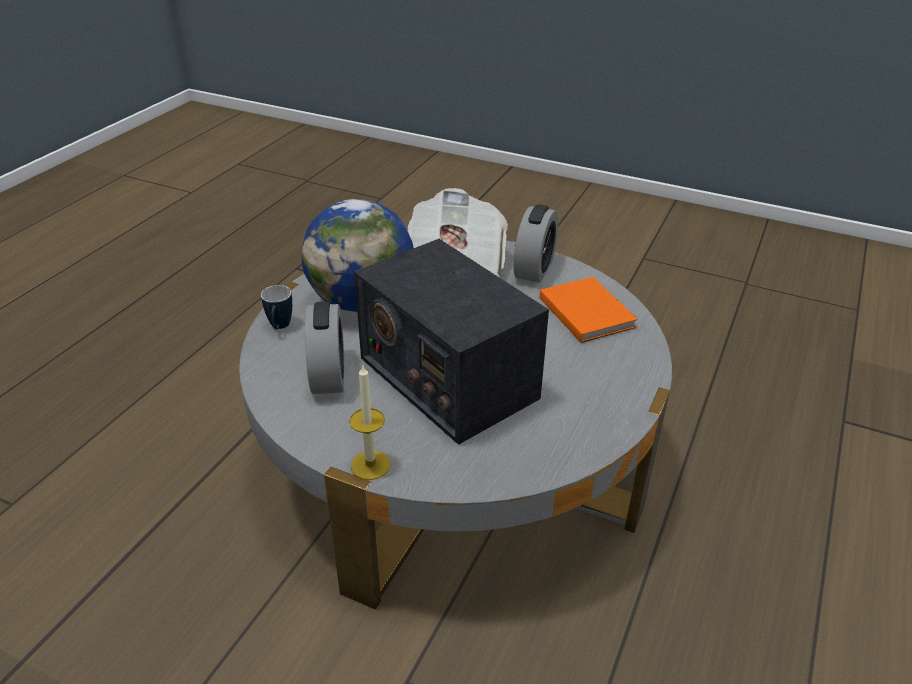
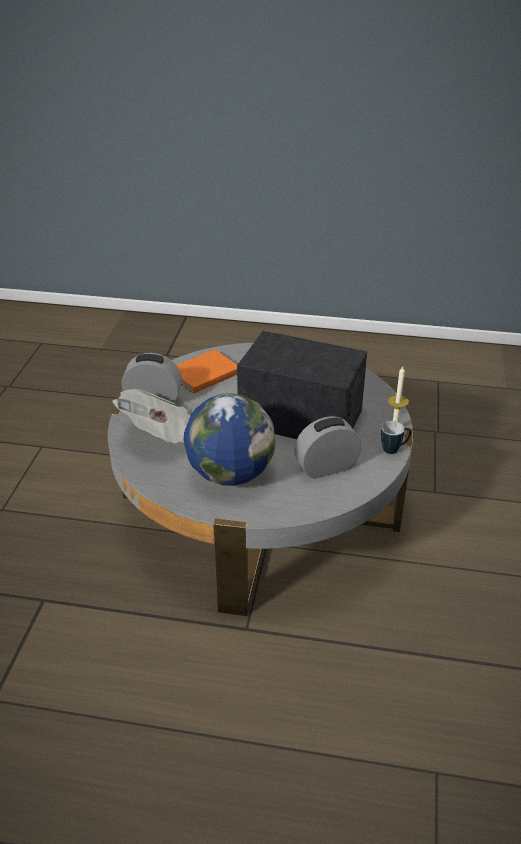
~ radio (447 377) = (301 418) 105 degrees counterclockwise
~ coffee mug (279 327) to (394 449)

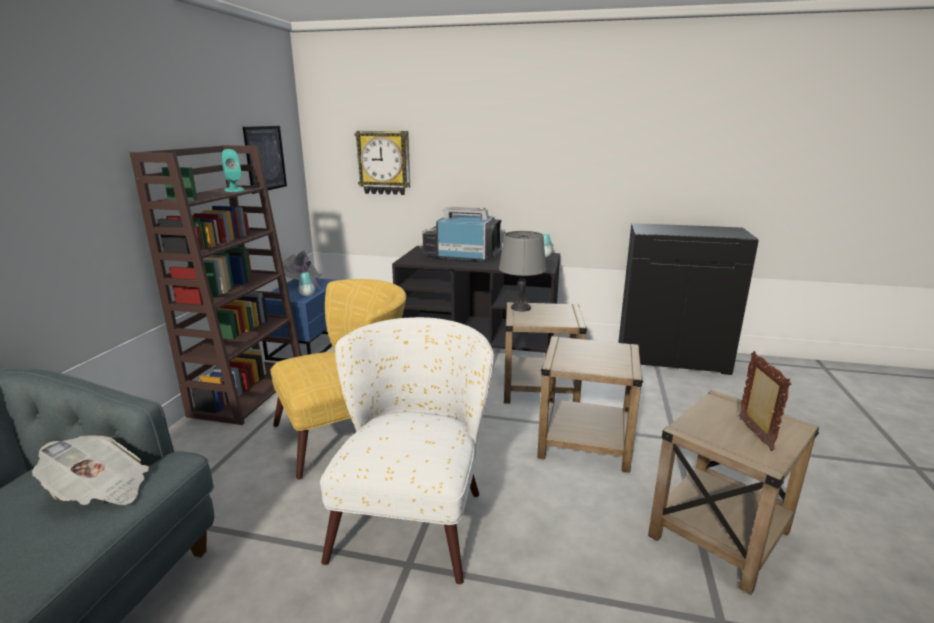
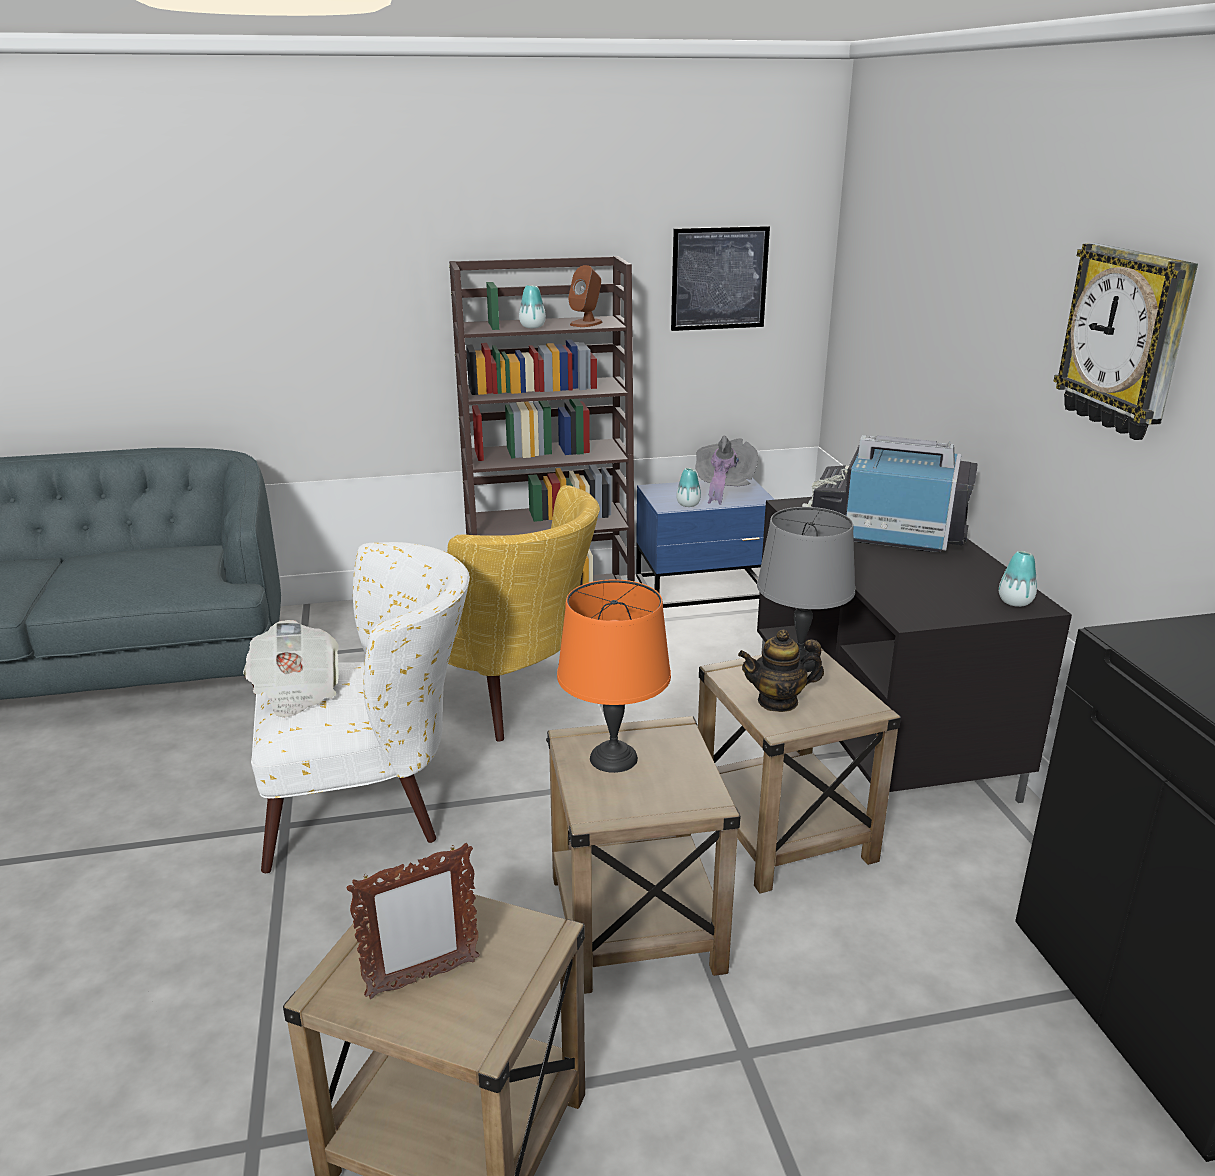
~ daily paper (100 491) to (295 691)
+ vase (532 327)
+ lamp for a table/orange-coloured (614 758)
~ audio speaker/blue-green (234 190) to audio speaker/brown (586 323)
+ pot for tea (778 701)
~ TV set (461 256) = (886 535) 60 degrees counterclockwise
~ wall clock (384 163) to (1125 340)

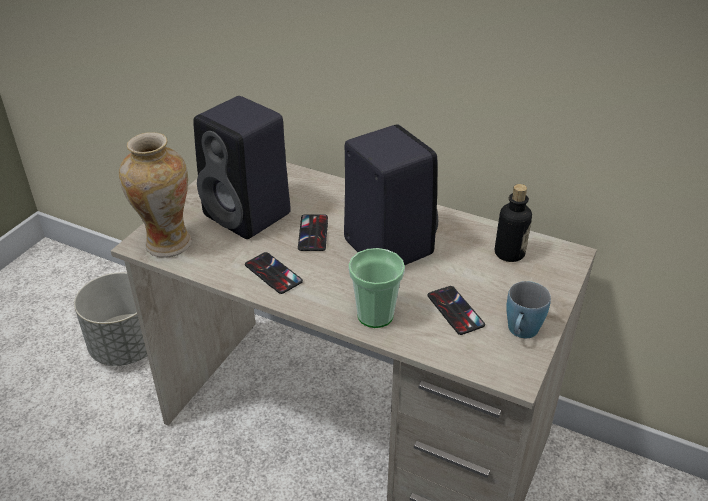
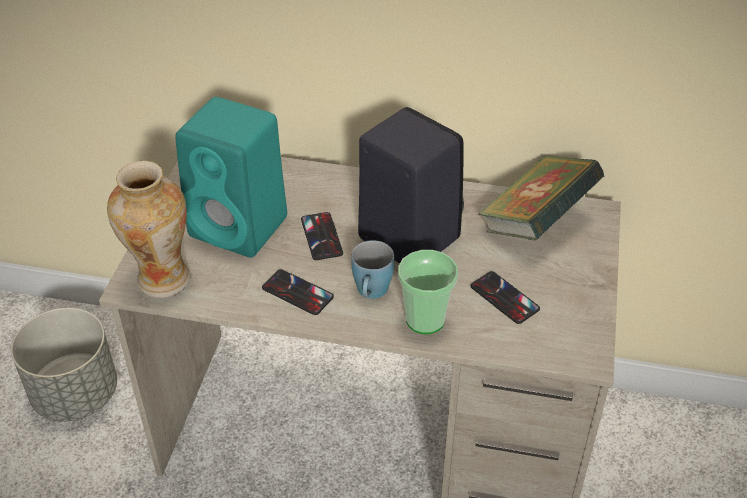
~ audio speaker/black (249 215) to audio speaker/blue-green (242 227)
~ coffee mug/blue (521 333) to (371 293)
~ bottle (509 253) to volume (536 222)

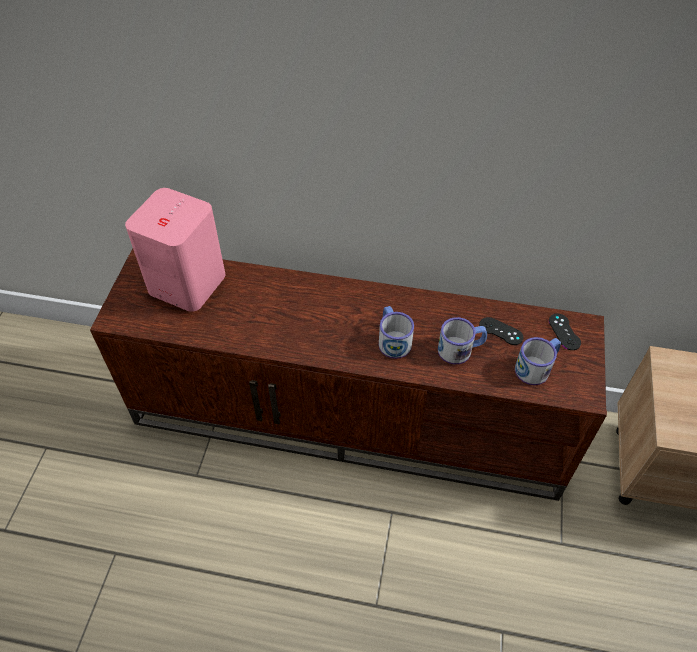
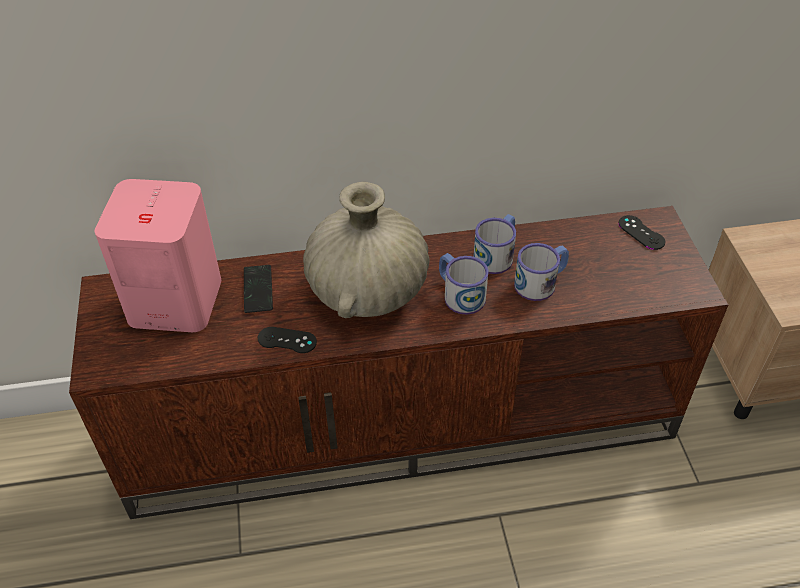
+ phone (258 290)
~ gamepad/black (501 331) to (287 340)
+ vase/sand-coloured (367 290)
~ coffee mug (536 367) to (496 255)

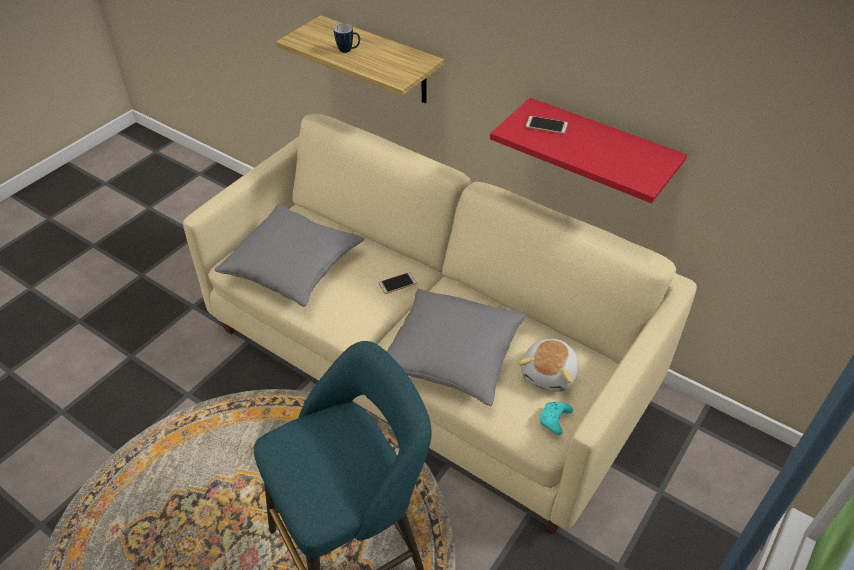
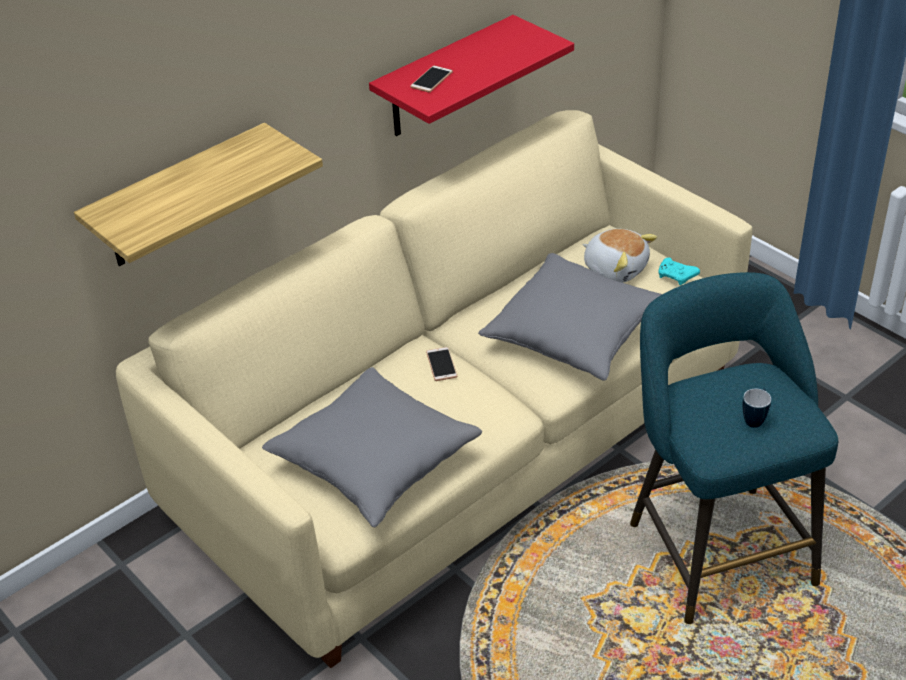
~ coffee mug (348 51) to (755 419)

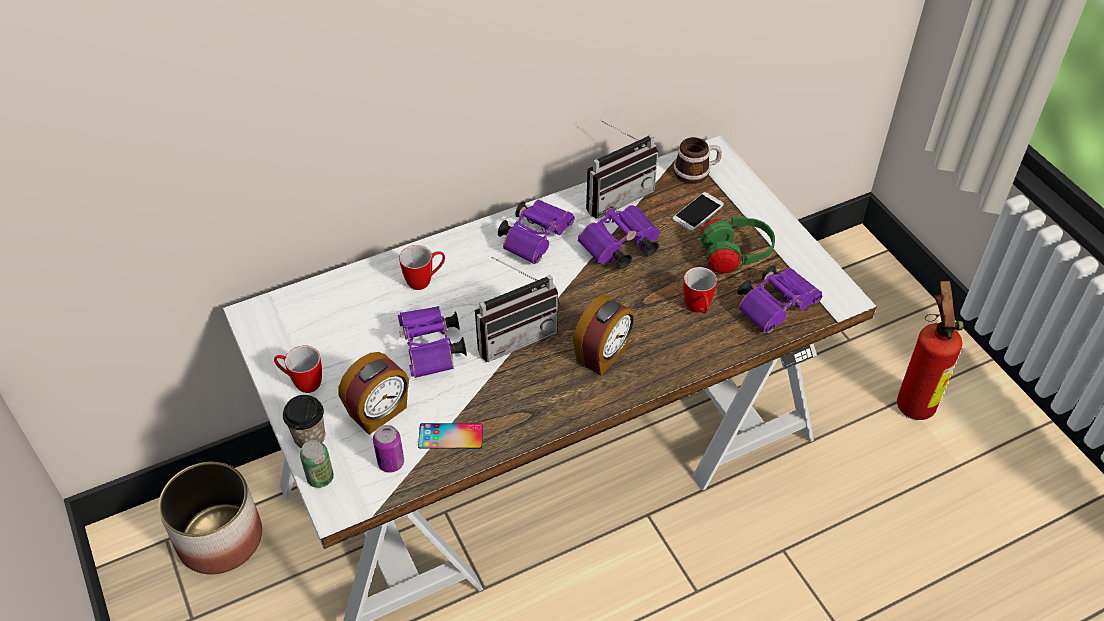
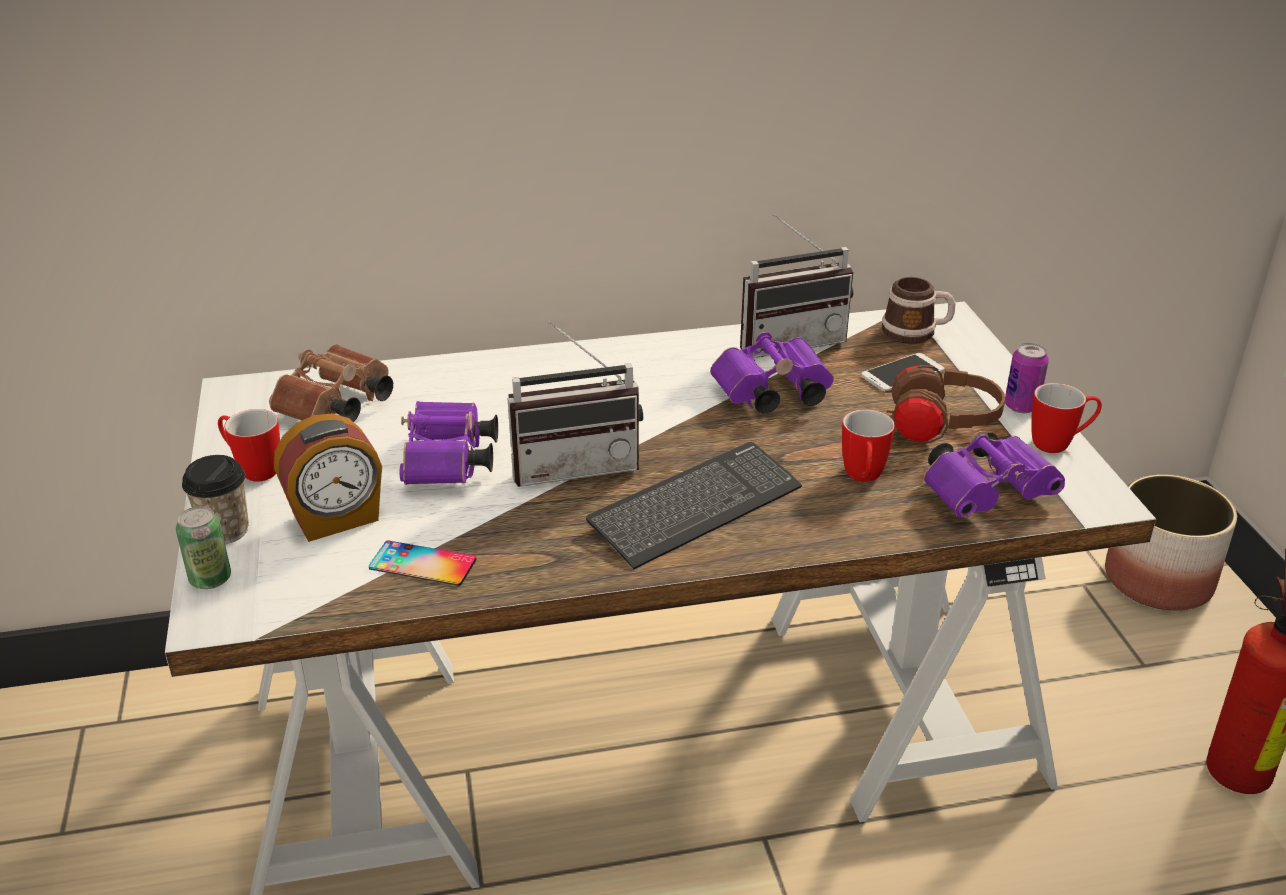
+ binoculars/brown (335 408)
~ bedside clock (603 355) to PC keyboard (695 507)
~ headphones/green-coloured (734 257) to headphones/brown (940 428)
~ metal can (391 463) to (1021 406)
~ coffee mug (425 280) to (1059 444)
~ plant pot (219 538) to (1157 579)
- binoculars/purple-coloured (536 238)

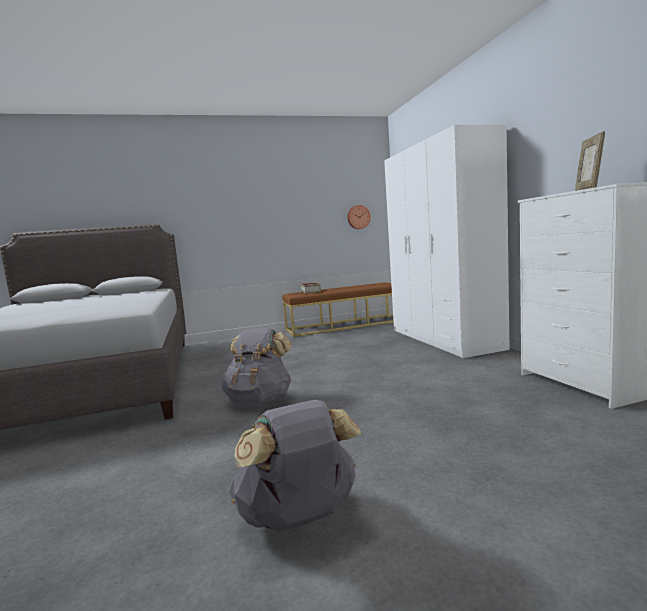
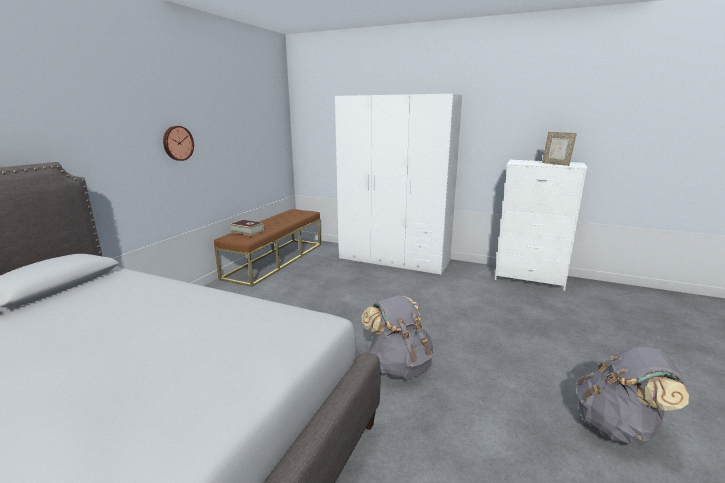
~ wall clock (358 217) to (177 143)

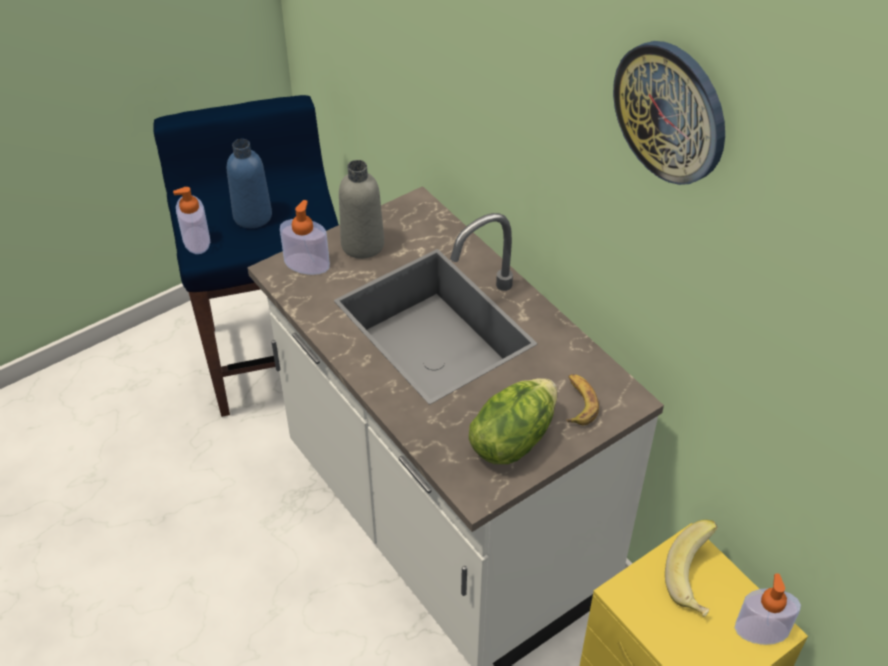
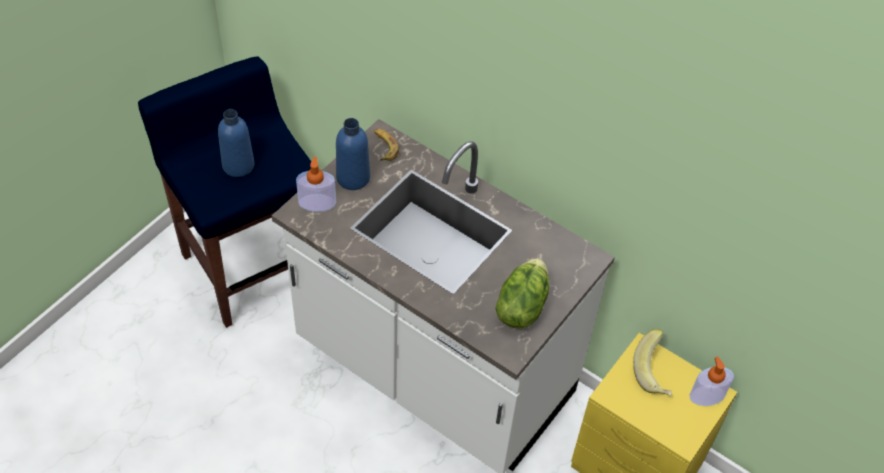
~ bottle/greyish (362 244) to bottle/blue (353 178)
~ banana fruit (578 402) to (384 147)
- liquid soap bottle (196 240)
- wall clock (671 112)

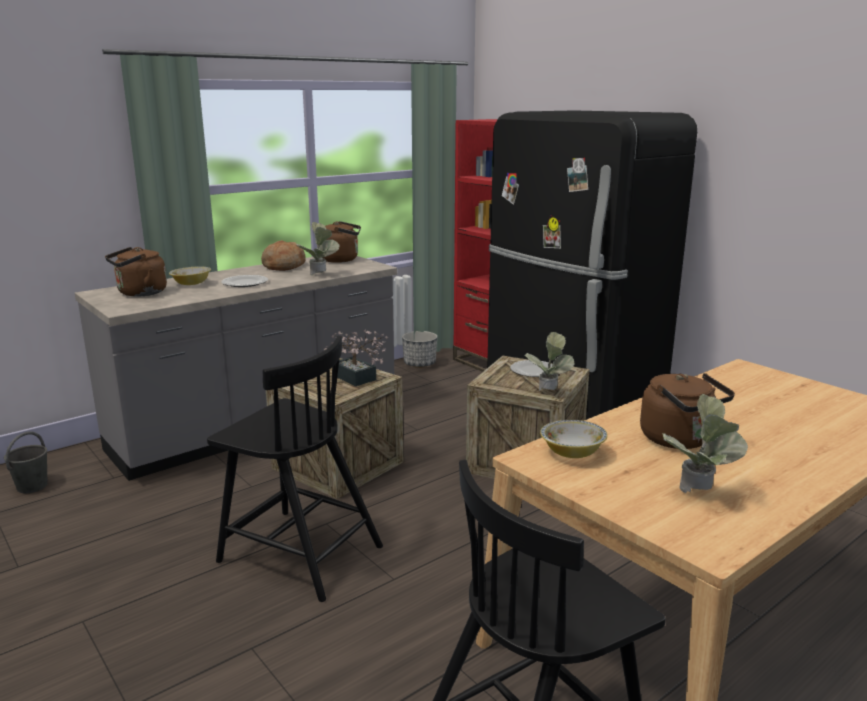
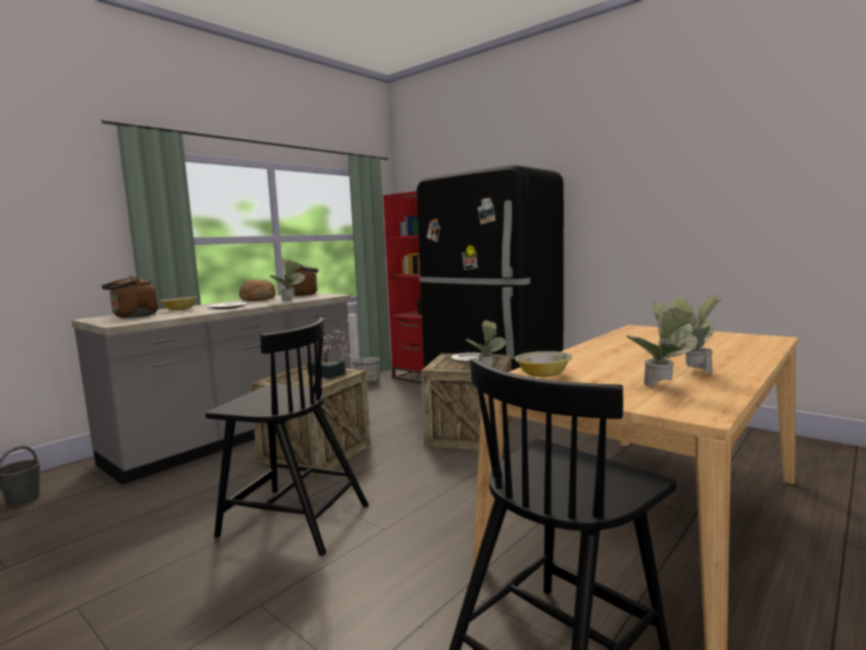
+ potted plant (691 372)
- water kettle/brown (680 440)

